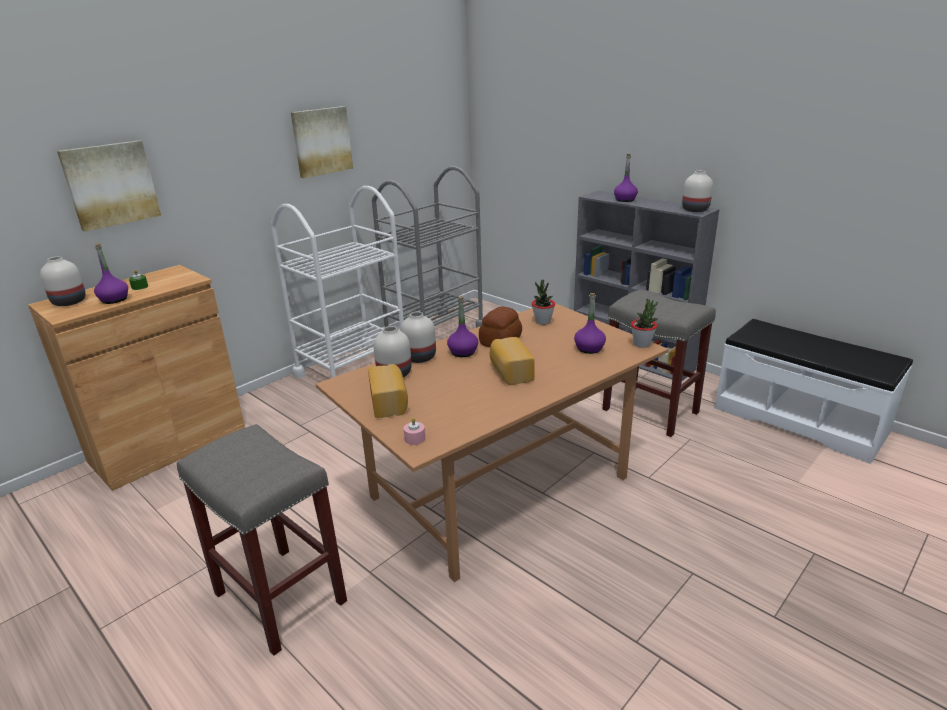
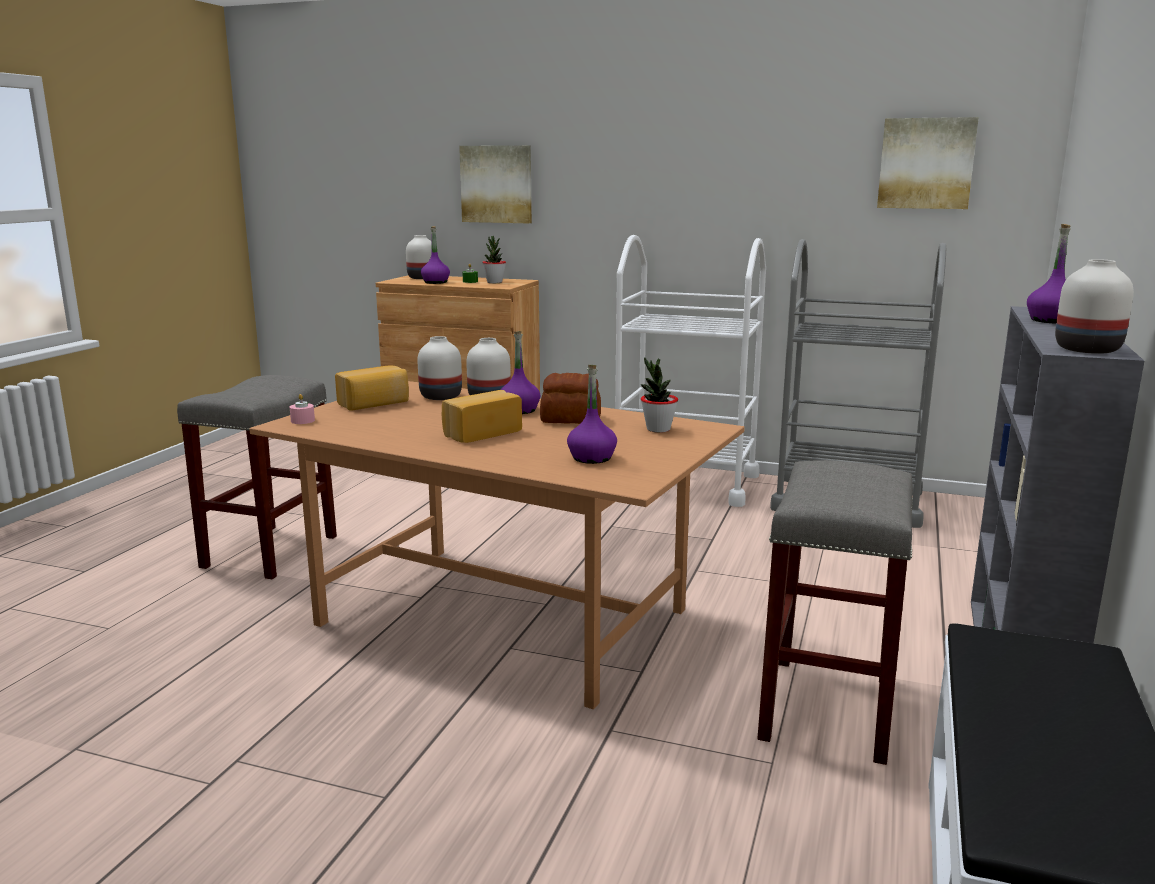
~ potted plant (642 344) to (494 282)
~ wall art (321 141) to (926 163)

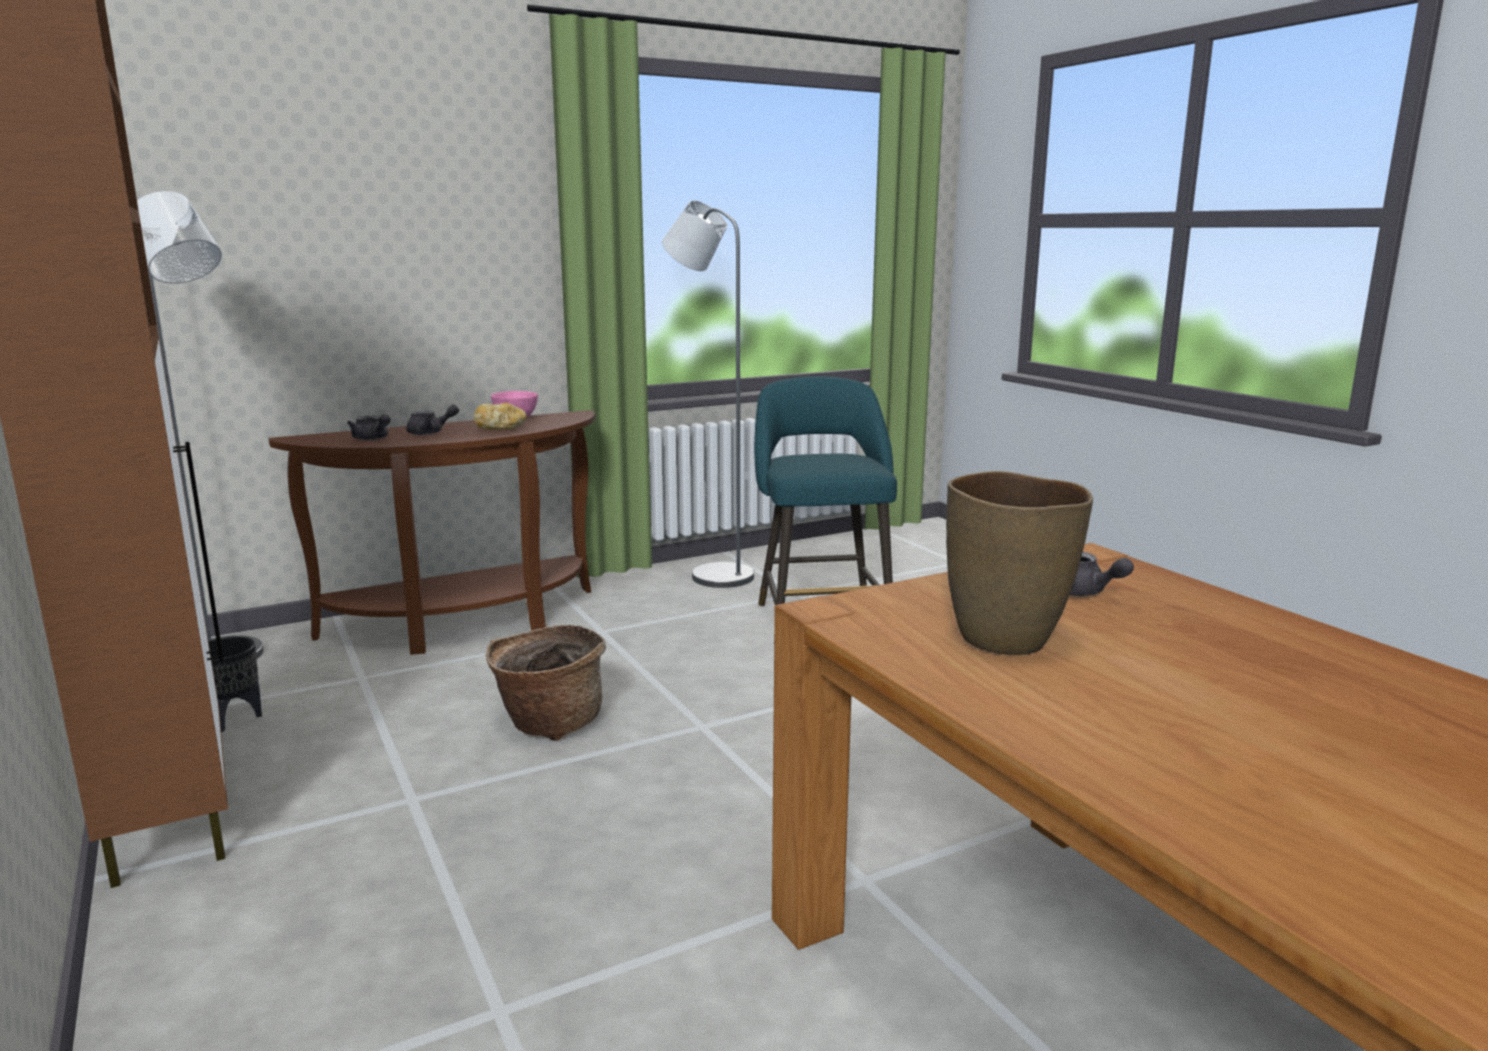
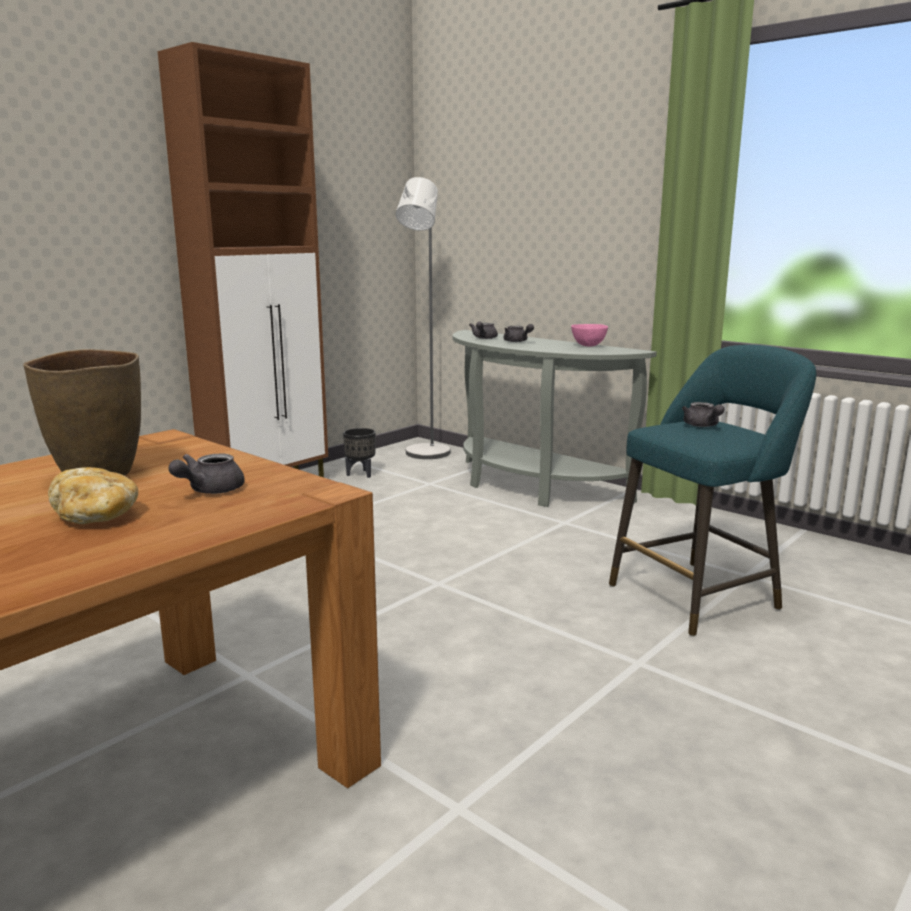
~ baked bread (500 429) to (96 517)
~ console table/brown (466 625) to console table/greyish (529 486)
+ pot for tea/greyish (702 426)
- basket (549 723)
- standard lamp/greyish (712 575)

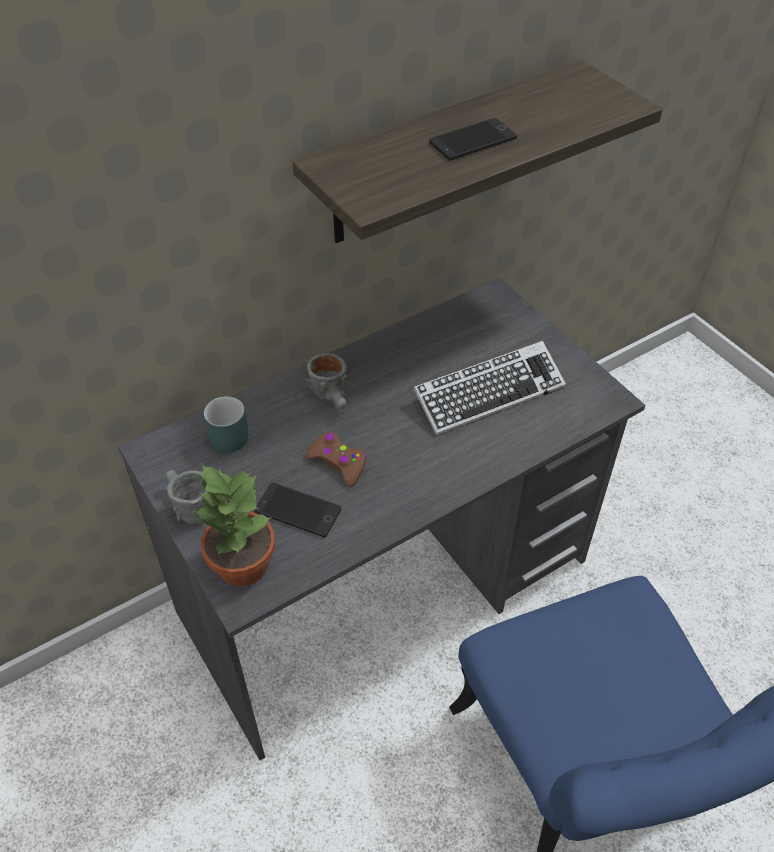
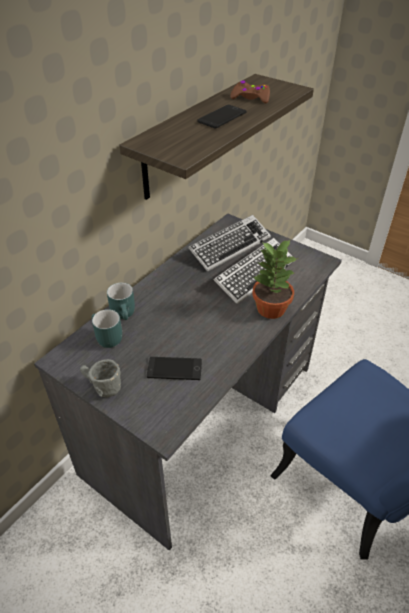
+ coffee mug/blue-green (125 314)
+ PC keyboard (230 247)
~ gamepad/brown (338 463) to (250 98)
~ potted plant (241 564) to (270 308)
- coffee mug/greyish (334 398)

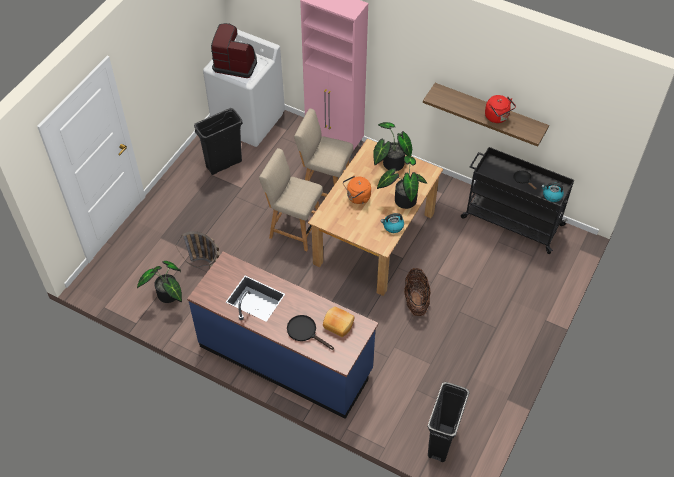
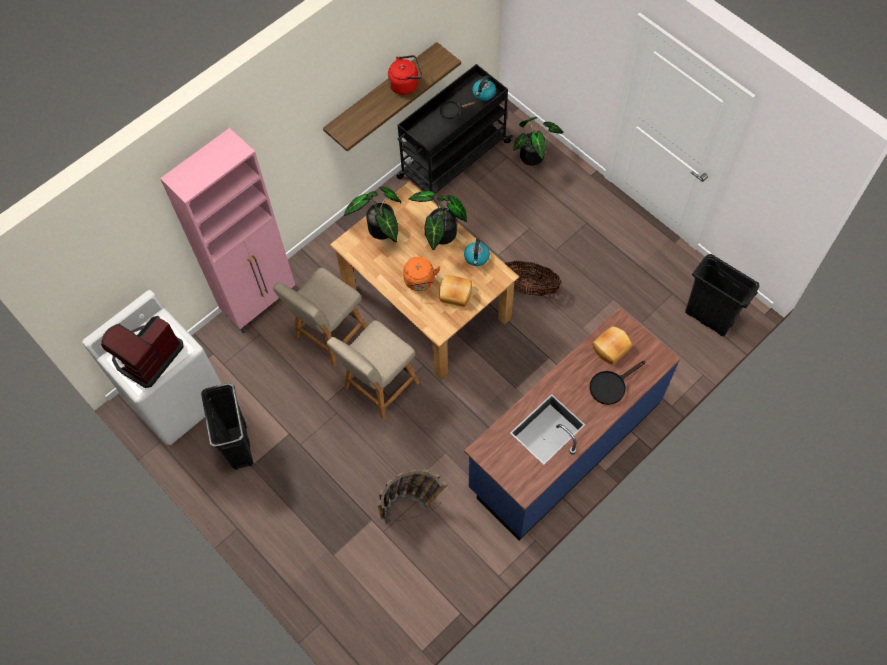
+ baked bread (455 294)
~ potted plant (168 296) to (535 156)

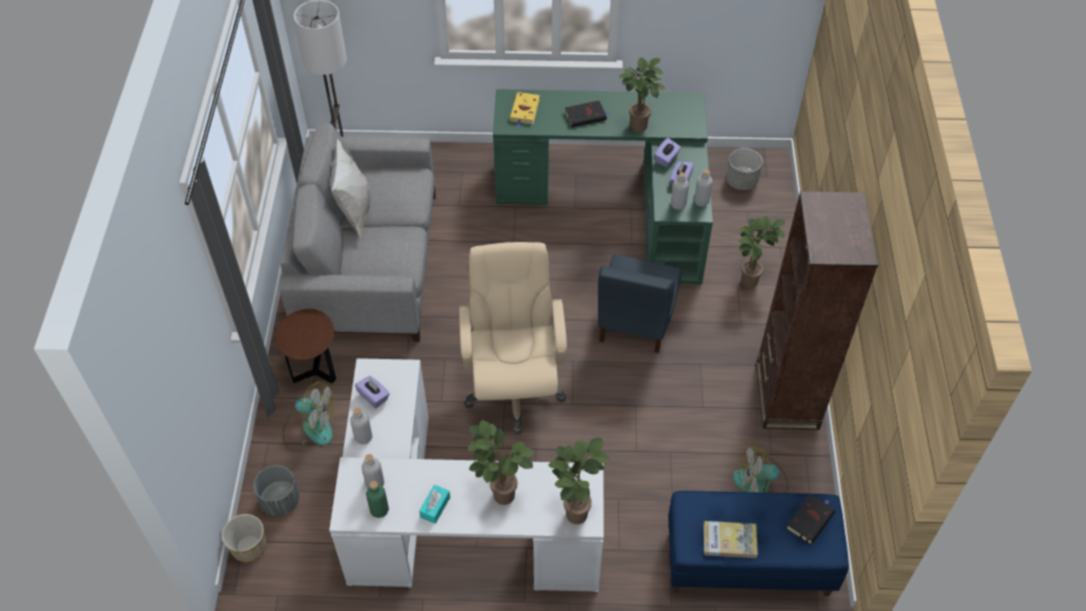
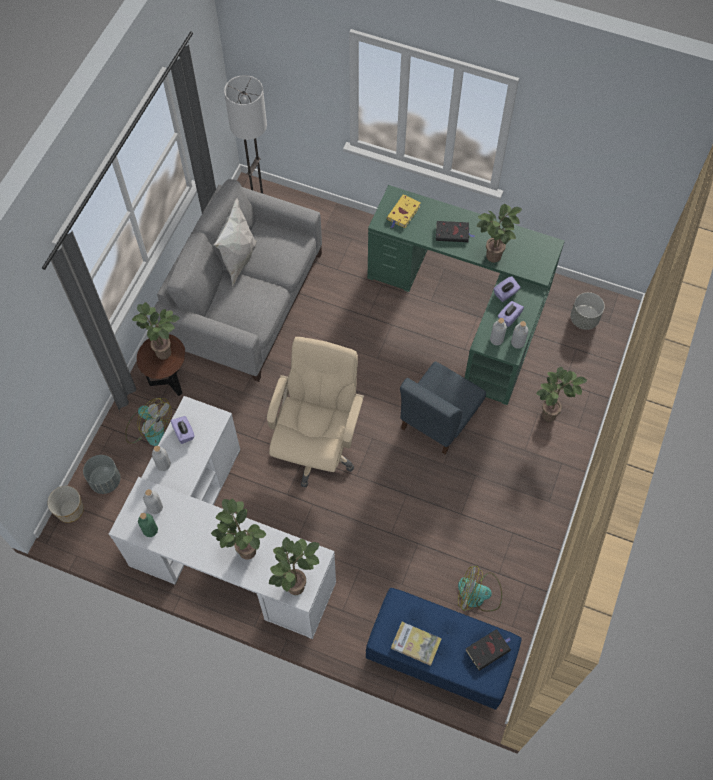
+ potted plant (166 353)
- tissue box/blue-green (435 507)
- bookcase/brown (787 395)

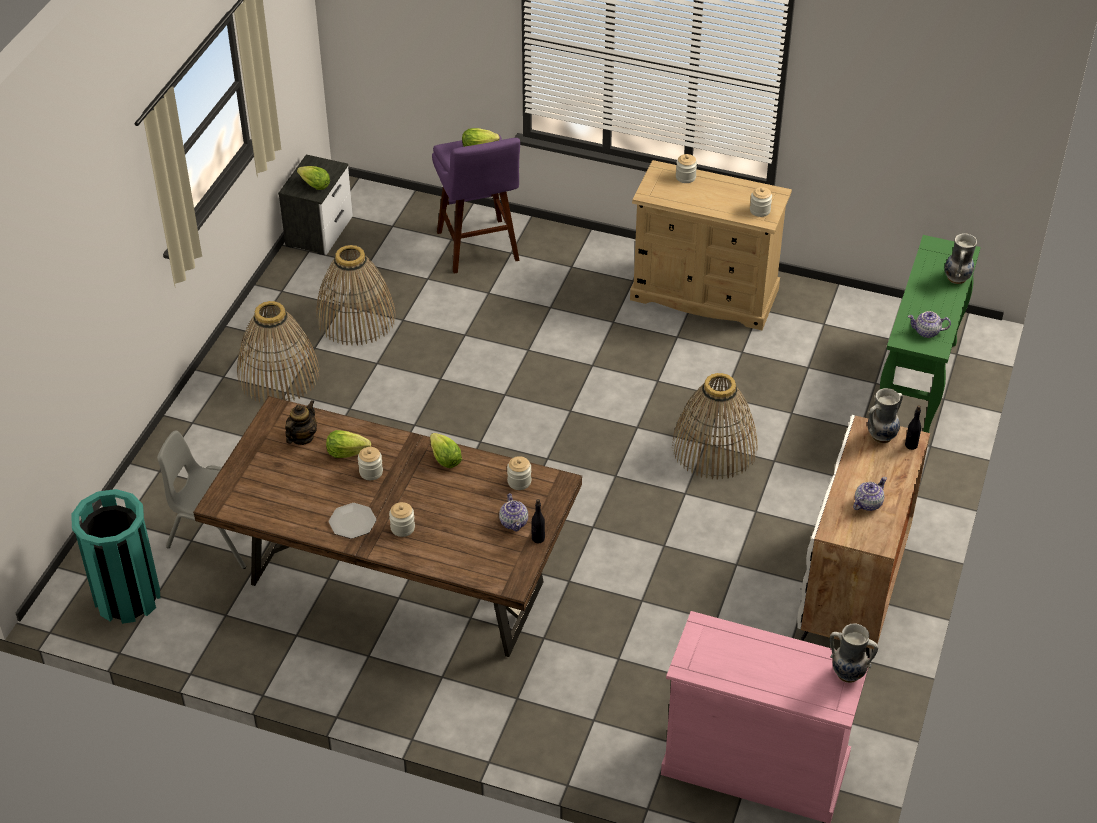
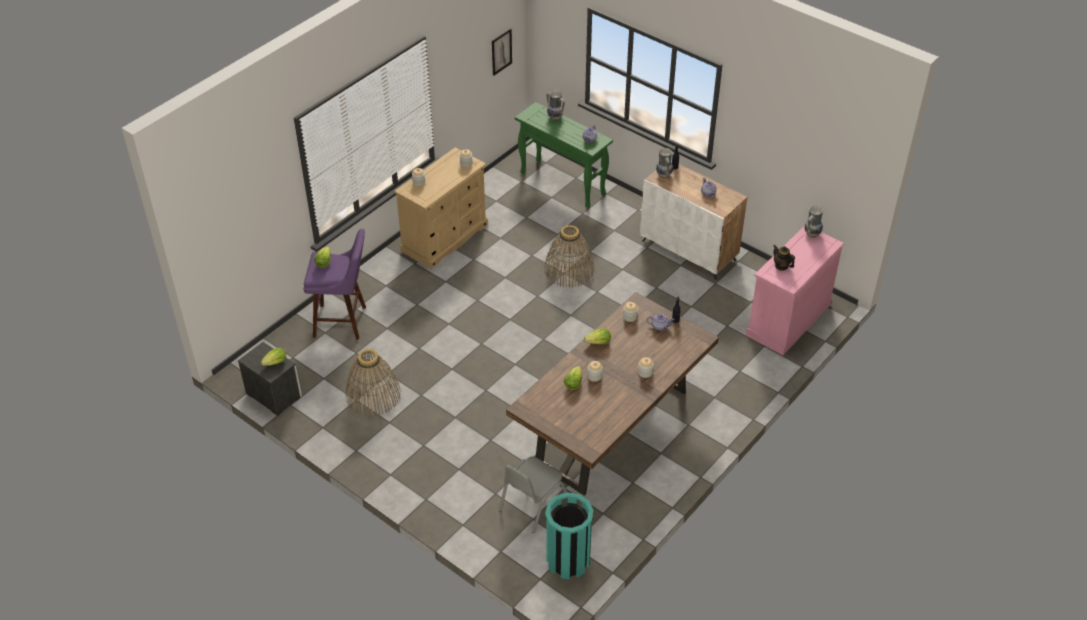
+ wall art (501 52)
~ pot for tea (302 437) to (781 266)
- basket (278 375)
- plate (352 522)

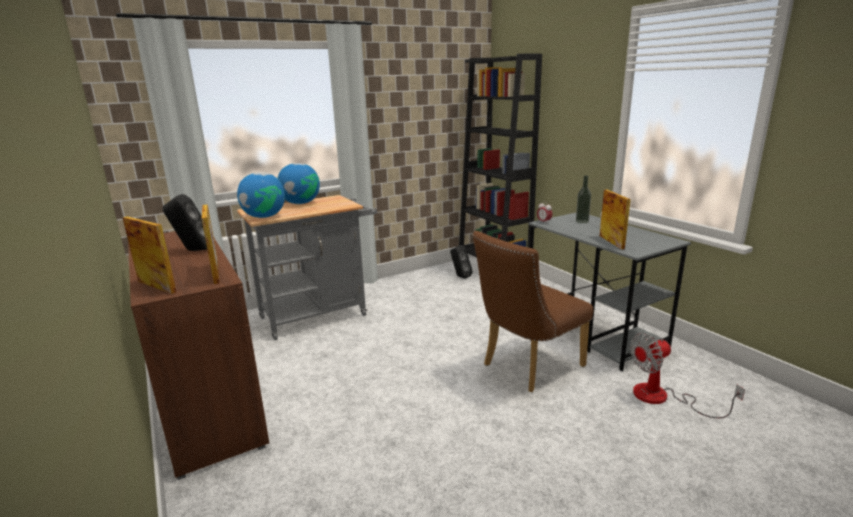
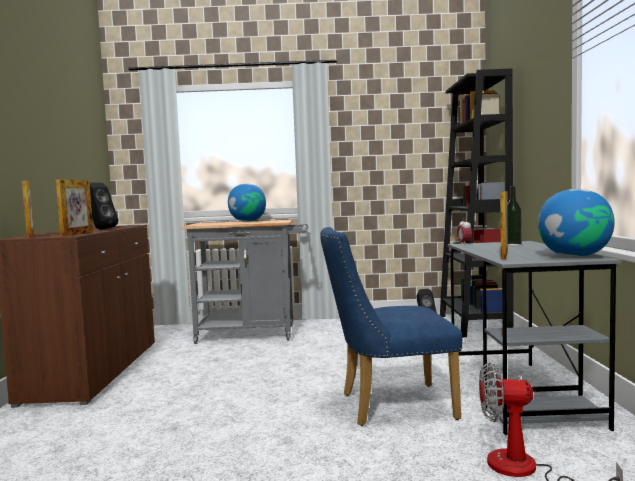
~ plain chair/brown (527 367) to plain chair/blue (388 405)
~ world globe (264 217) to (574 256)

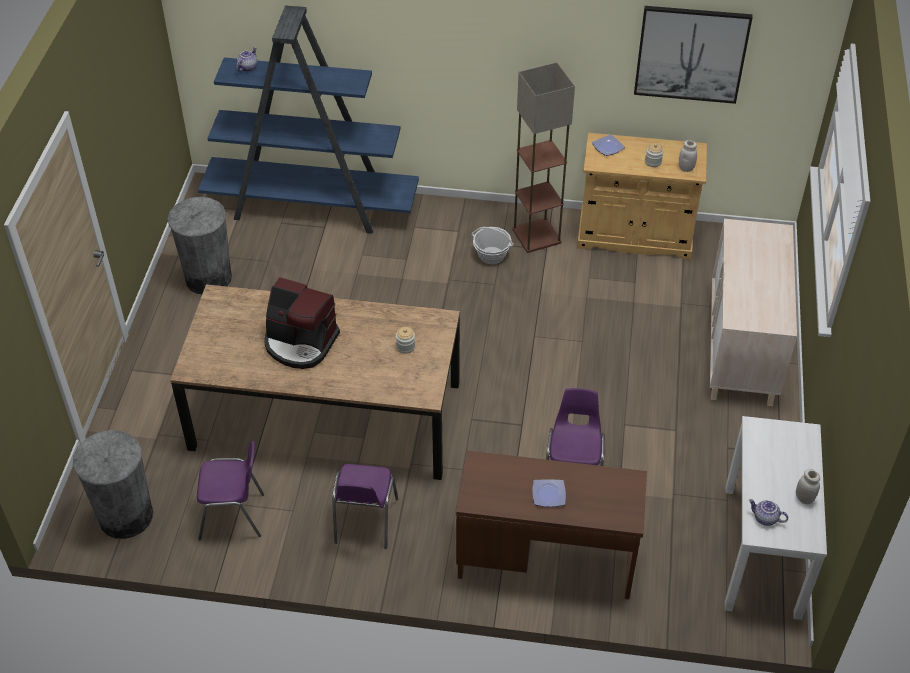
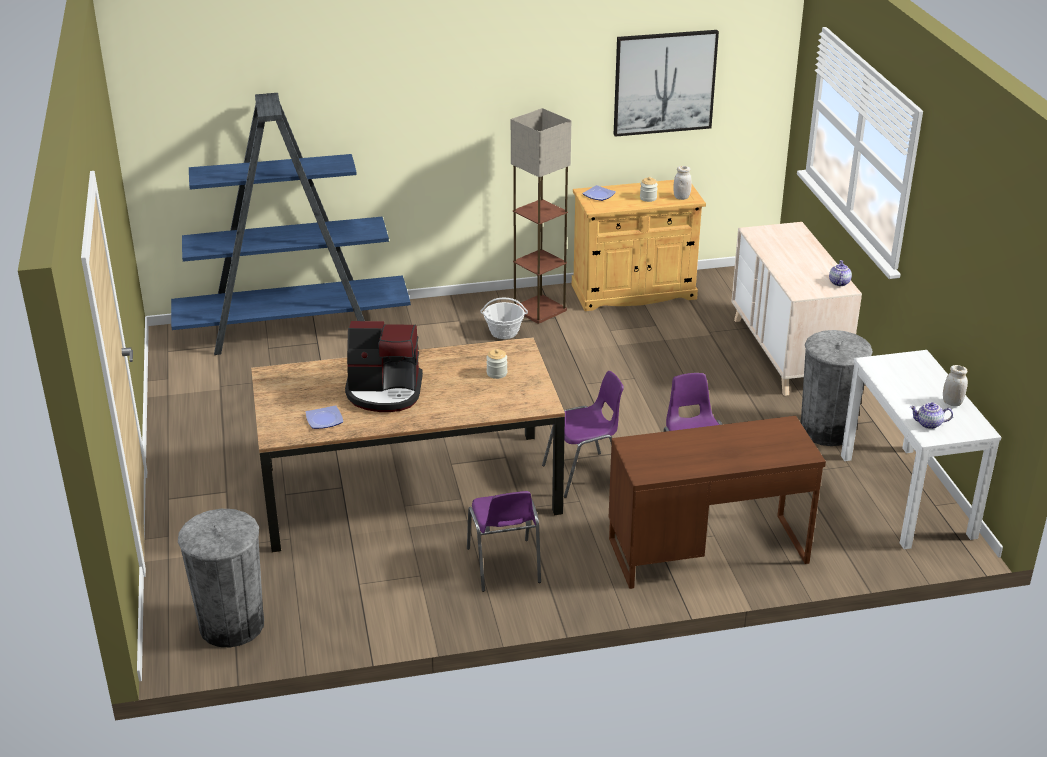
~ plate (549 495) to (325 420)
~ plain chair/purple-coloured (234 516) to (584 474)
~ trash can/greyish (208 278) to (826 430)
~ pot for tea (247 67) to (838 282)

